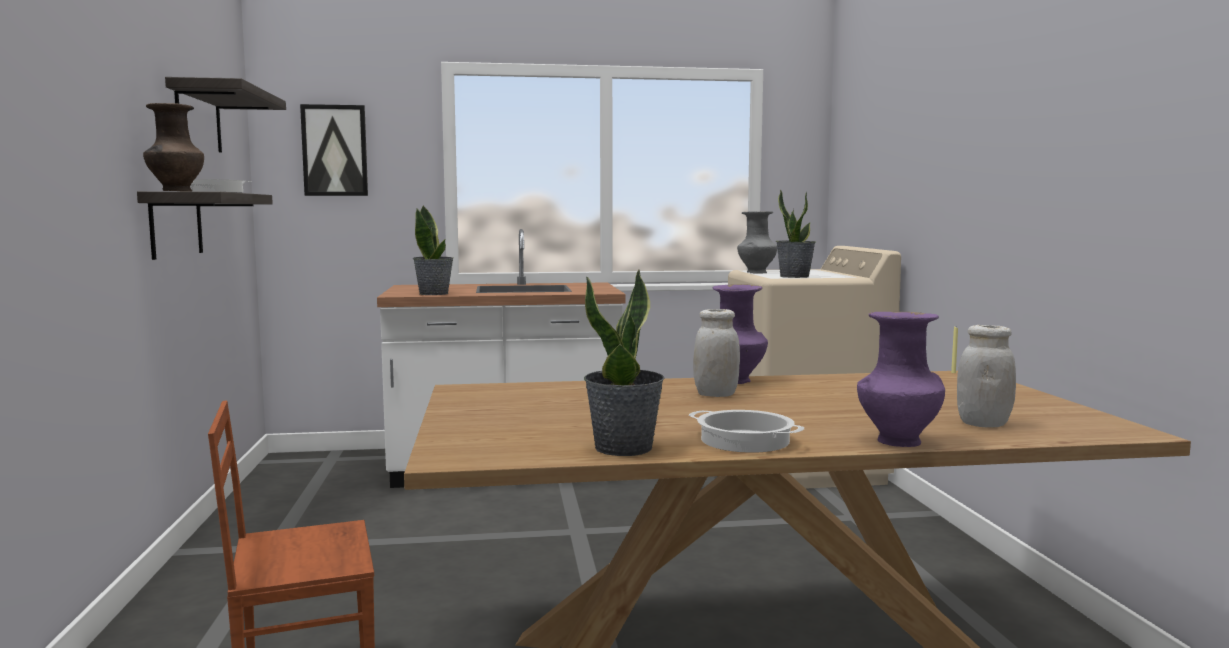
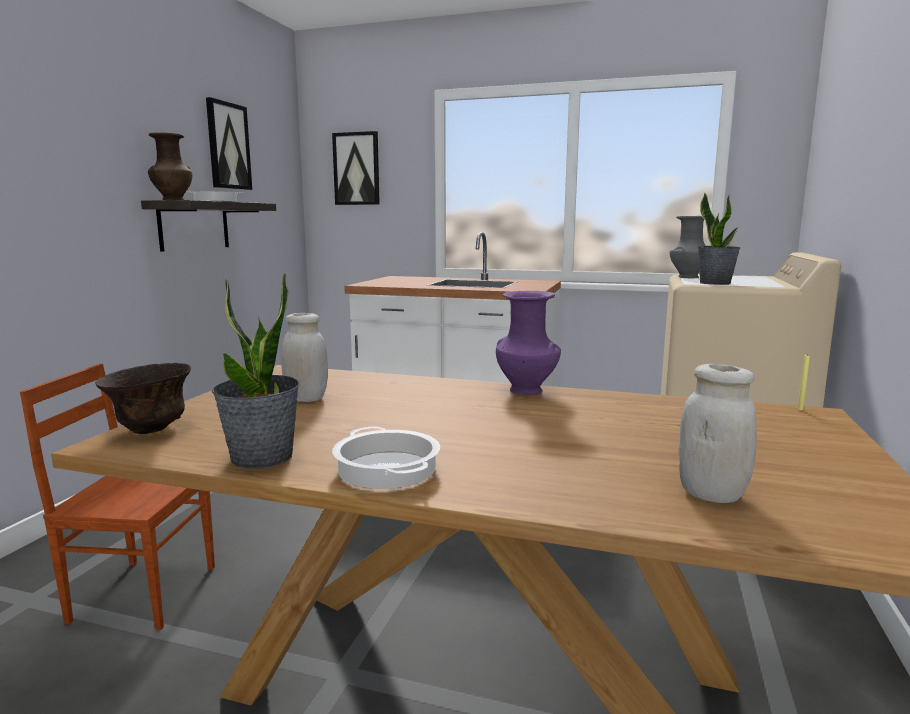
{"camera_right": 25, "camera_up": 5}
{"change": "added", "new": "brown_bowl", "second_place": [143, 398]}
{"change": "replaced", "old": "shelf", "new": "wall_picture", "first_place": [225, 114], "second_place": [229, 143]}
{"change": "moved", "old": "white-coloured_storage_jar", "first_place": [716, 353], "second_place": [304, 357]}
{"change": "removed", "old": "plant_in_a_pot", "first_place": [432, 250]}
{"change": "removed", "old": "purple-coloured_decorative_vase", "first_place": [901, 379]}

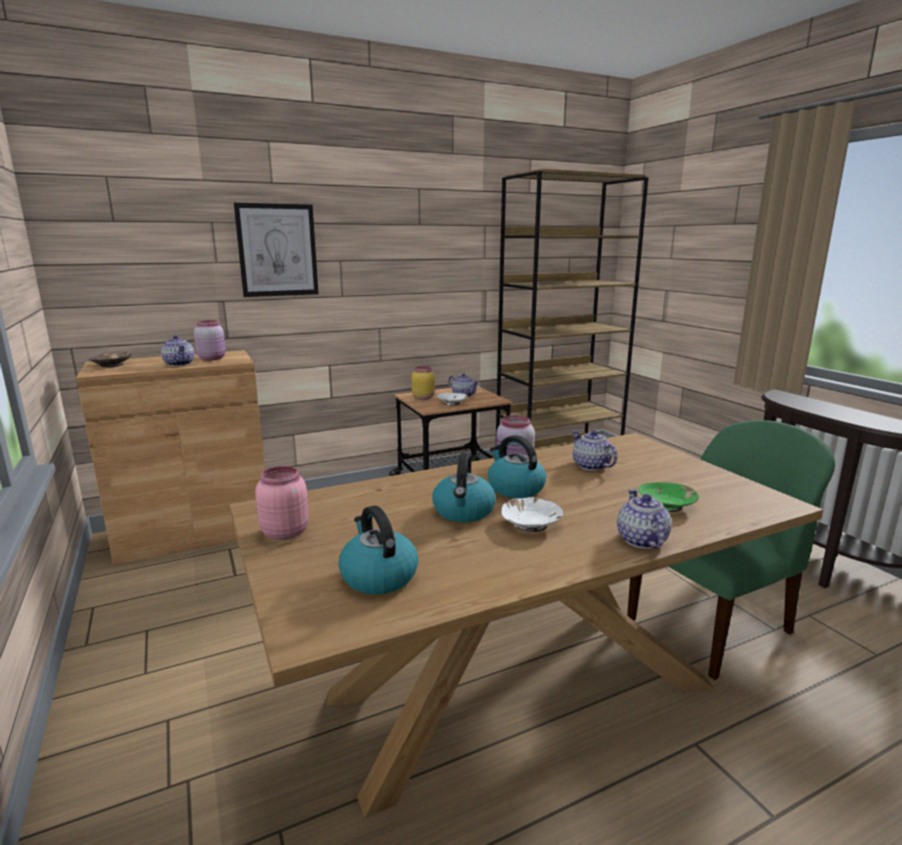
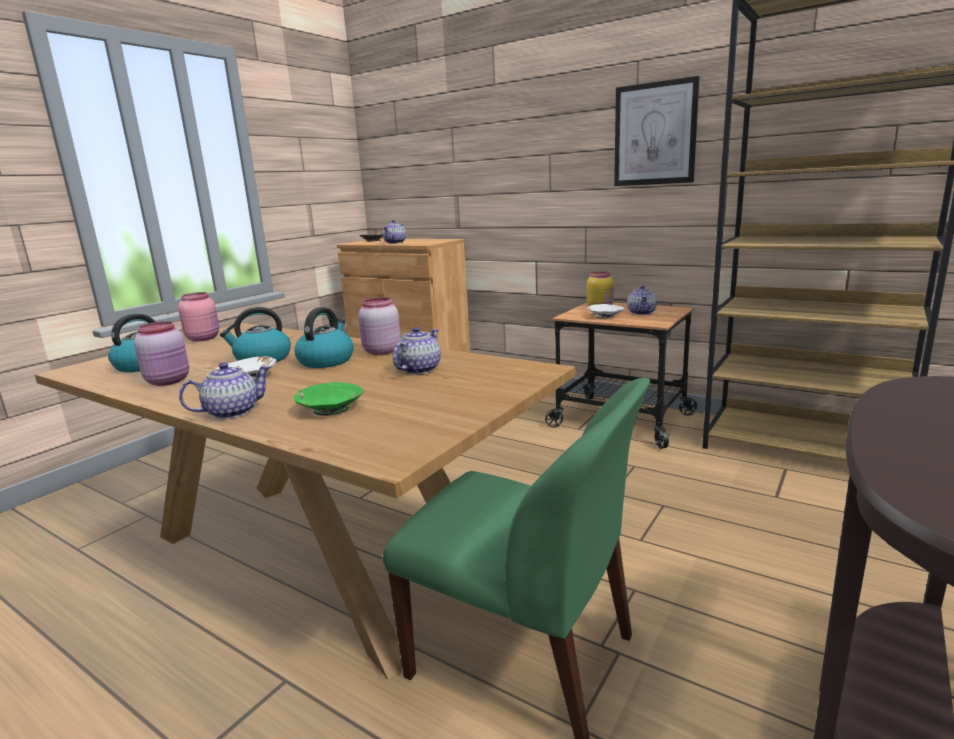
{"camera_right": 60, "camera_up": 0}
{"change": "moved", "old": "pink-coloured_storage_jar", "first_place": [210, 340], "second_place": [161, 353]}
{"change": "moved", "old": "wall_picture", "first_place": [276, 250], "second_place": [657, 131]}

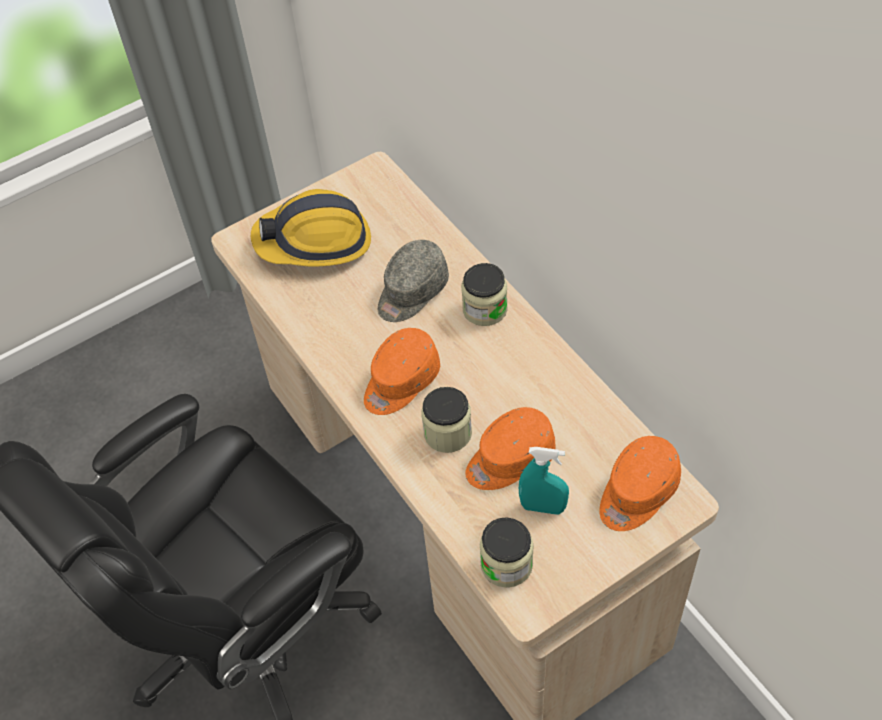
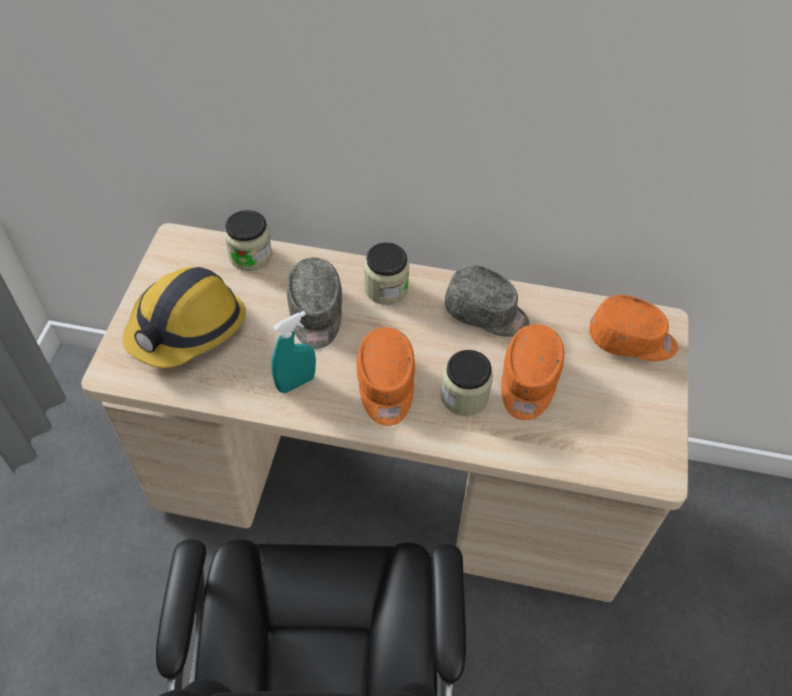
{"camera_right": -50, "camera_up": 0}
{"change": "moved", "old": "storage_jar", "first_place": [507, 552], "second_place": [248, 240]}
{"change": "moved", "old": "blue-green_spray_bottle", "first_place": [544, 481], "second_place": [293, 352]}
{"change": "added", "new": "grey_baseball_cap", "second_place": [487, 301]}
{"change": "turned", "old": "orange_baseball_cap", "first_place": [640, 483], "second_place": [633, 328], "degrees": -75}

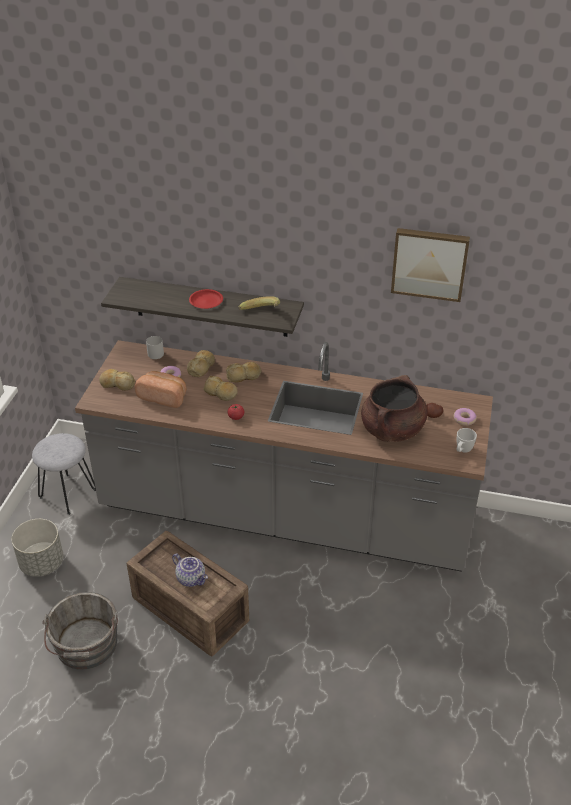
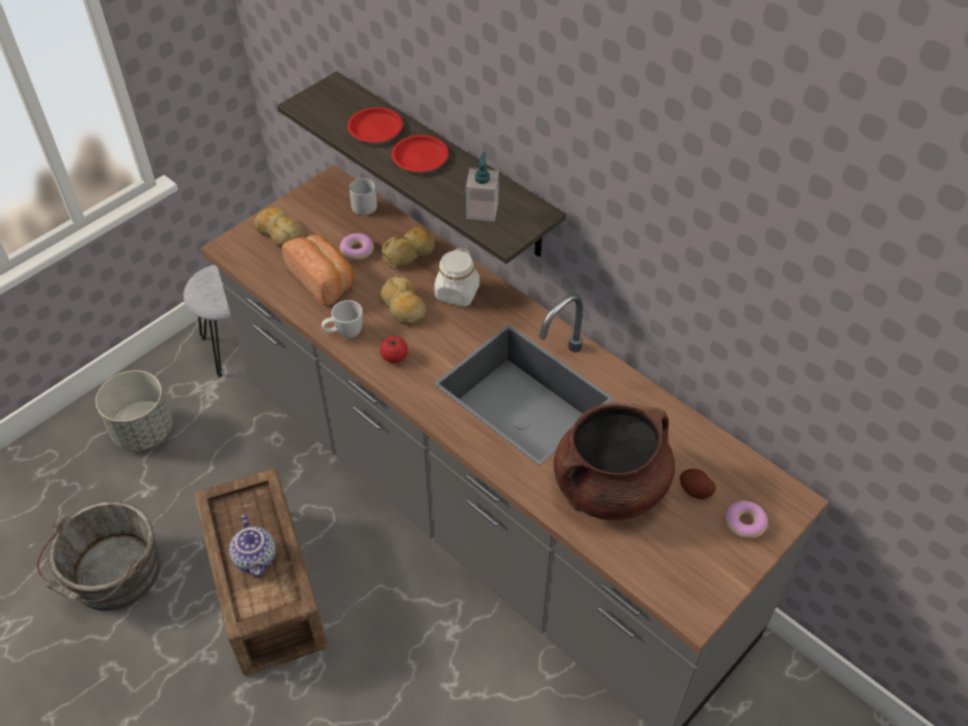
{"camera_right": 30, "camera_up": 10}
{"change": "moved", "old": "white-coloured_tea_mug", "first_place": [466, 440], "second_place": [342, 319]}
{"change": "added", "new": "reddish_flat_dish", "second_place": [375, 124]}
{"change": "replaced", "old": "bread", "new": "white-coloured_storage_jar", "first_place": [243, 372], "second_place": [457, 277]}
{"change": "replaced", "old": "banana", "new": "liquid_soap_bottle", "first_place": [259, 303], "second_place": [482, 186]}
{"change": "removed", "old": "wall_picture", "first_place": [430, 265]}

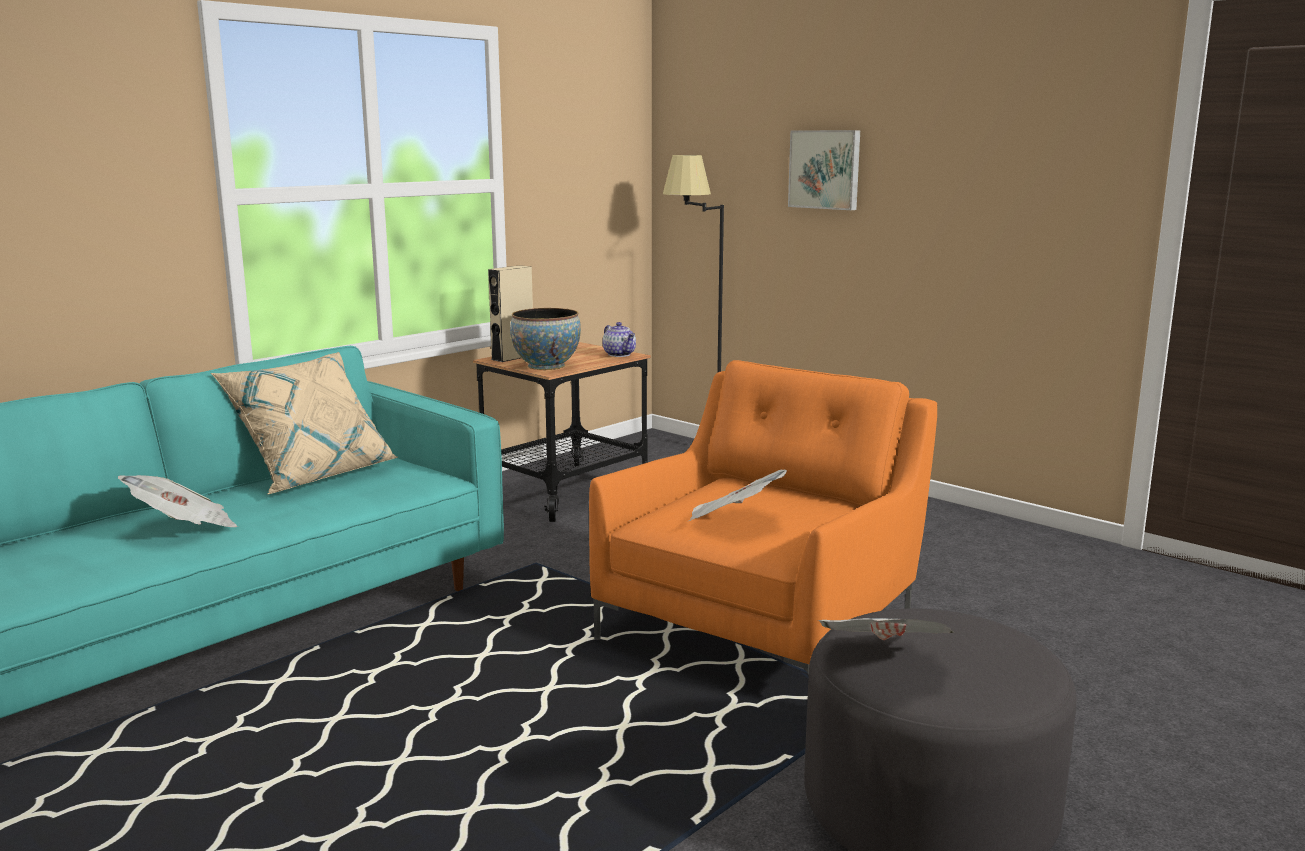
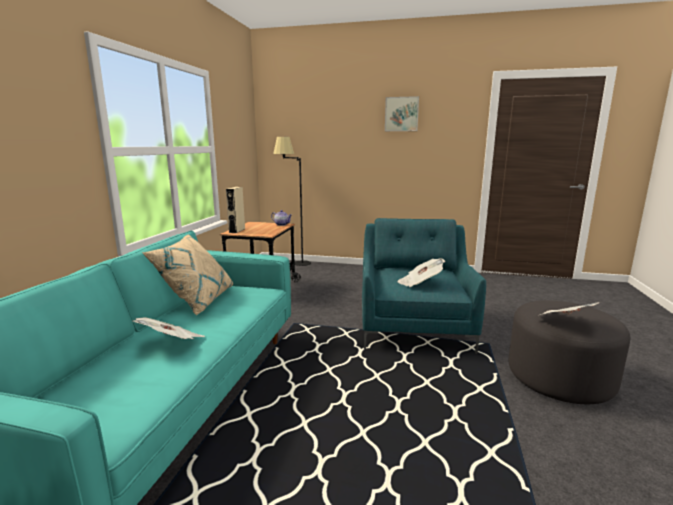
{"camera_right": -30, "camera_up": 0}
{"change": "recoloured", "old": "orange_lounge_chair", "new": "blue-green_lounge_chair", "first_place": [763, 517], "second_place": [424, 286]}
{"change": "moved", "old": "wall_picture", "first_place": [824, 170], "second_place": [402, 113]}
{"change": "removed", "old": "bowl", "first_place": [545, 339]}

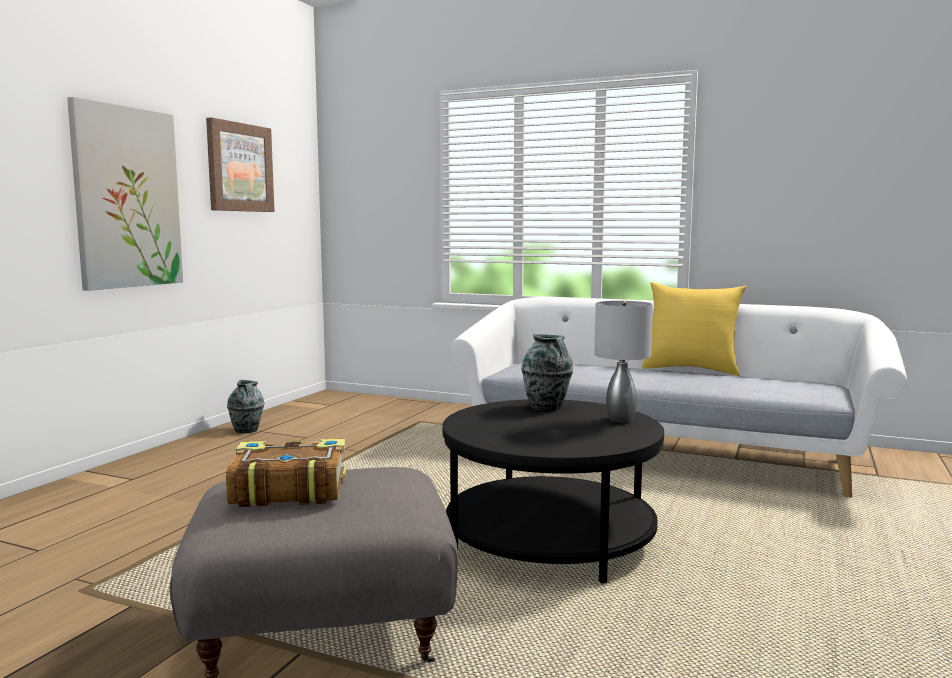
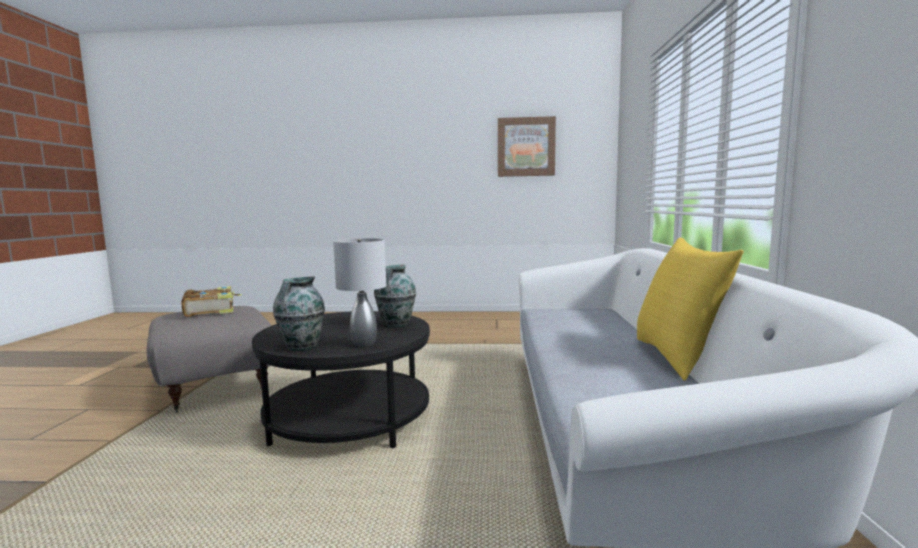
{"camera_right": 70, "camera_up": 0}
{"change": "moved", "old": "decorative_vase", "first_place": [245, 406], "second_place": [299, 313]}
{"change": "removed", "old": "wall_picture", "first_place": [125, 194]}

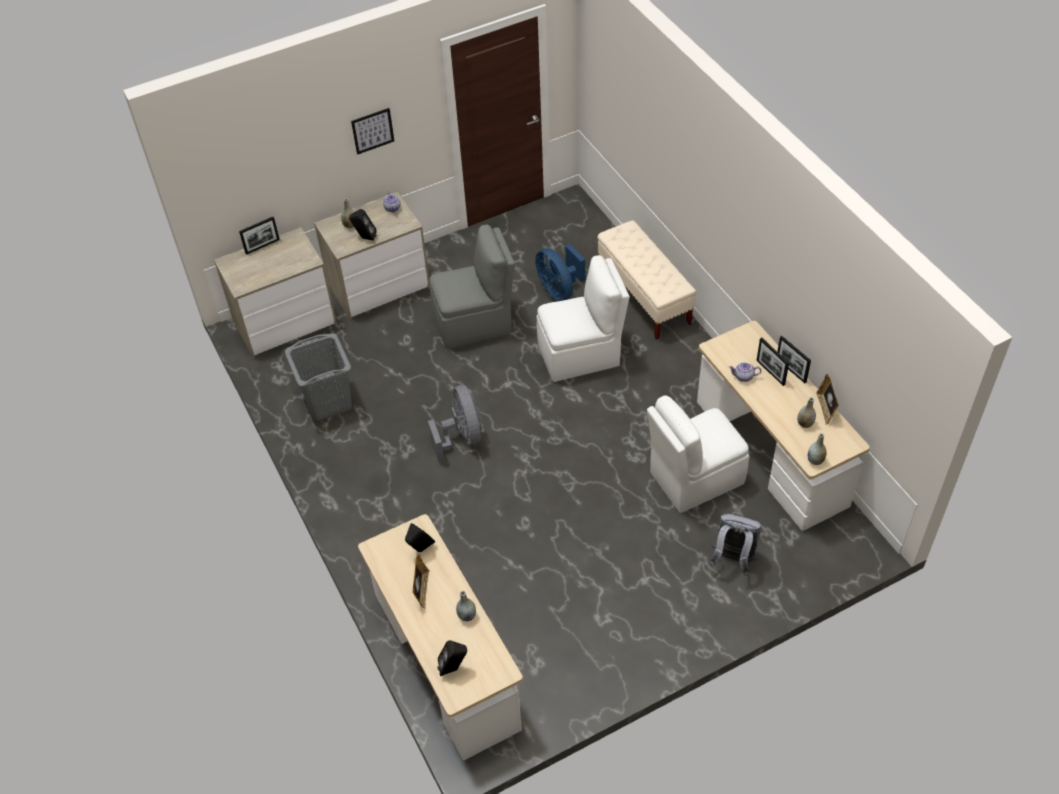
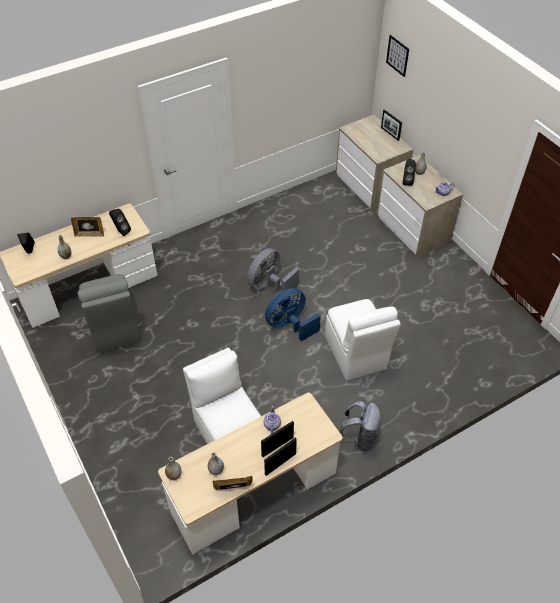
{"camera_right": 85, "camera_up": 0}
{"change": "moved", "old": "grey_upright_chair", "first_place": [472, 286], "second_place": [109, 313]}
{"change": "turned", "old": "grey_fan", "first_place": [455, 424], "second_place": [273, 269], "degrees": 150}
{"change": "moved", "old": "blue_fan", "first_place": [560, 272], "second_place": [293, 314]}
{"change": "moved", "old": "grey_rucksack", "first_place": [735, 545], "second_place": [361, 426]}
{"change": "moved", "old": "wall_picture", "first_place": [372, 131], "second_place": [397, 56]}
{"change": "removed", "old": "grey_hamper", "first_place": [318, 377]}
{"change": "removed", "old": "sand-coloured_indoor_bench", "first_place": [646, 280]}

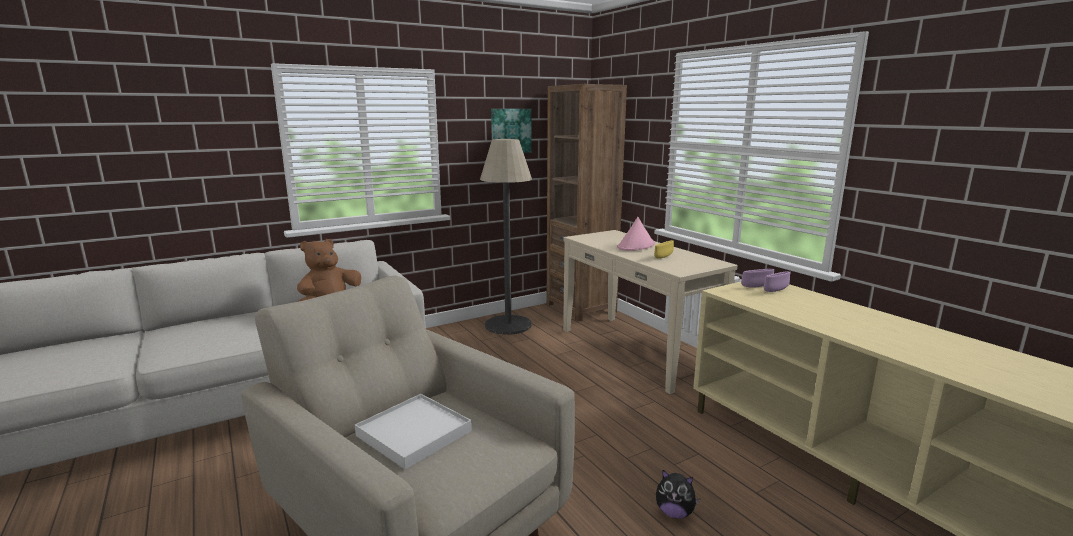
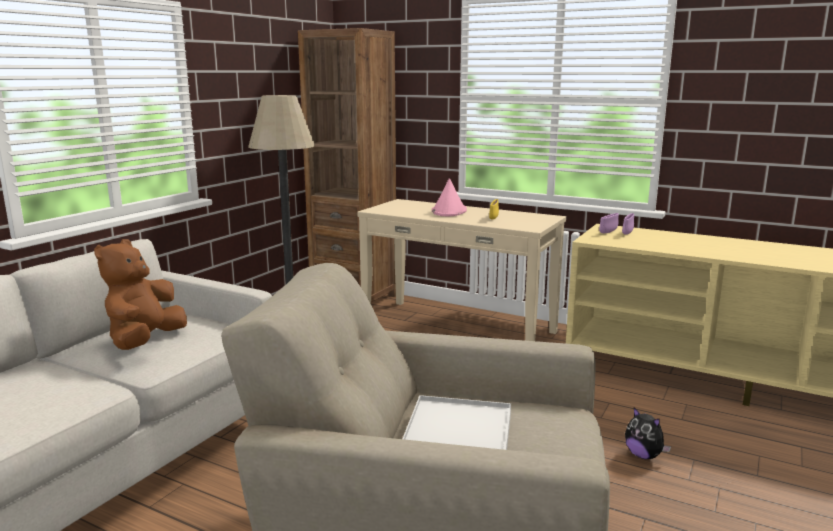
{"camera_right": -30, "camera_up": 0}
{"change": "turned", "old": "soft_toy", "first_place": [678, 494], "second_place": [648, 433], "degrees": 60}
{"change": "removed", "old": "wall_picture", "first_place": [511, 131]}

